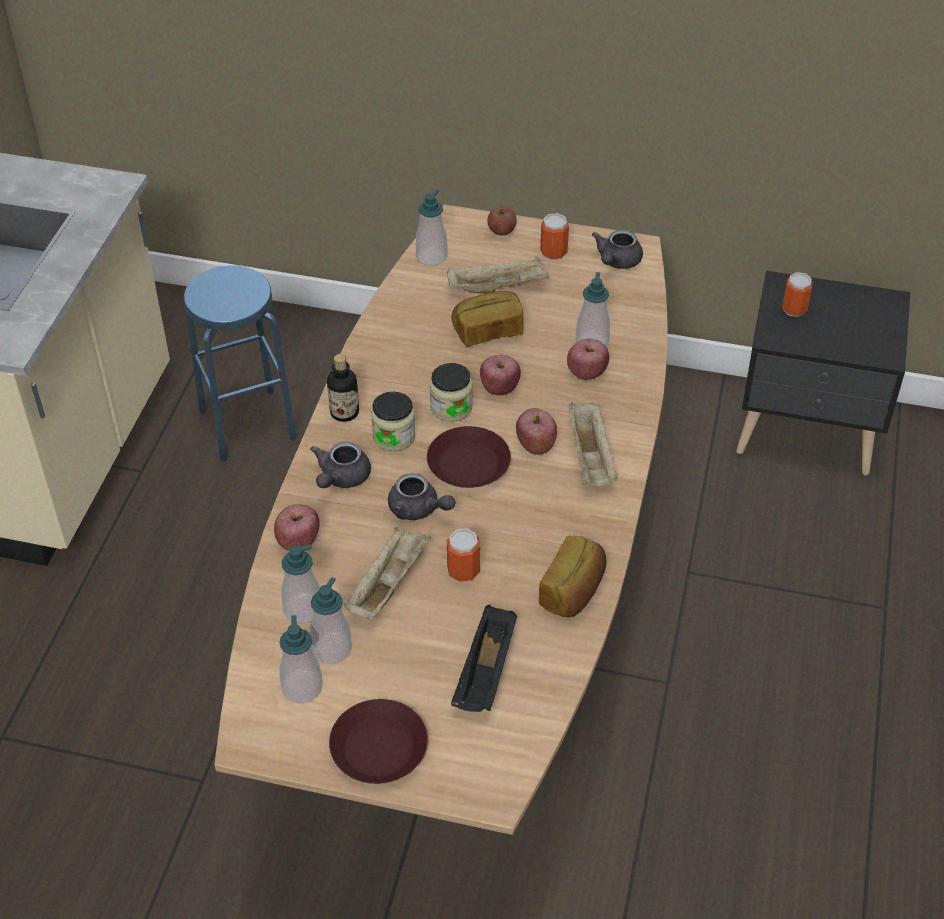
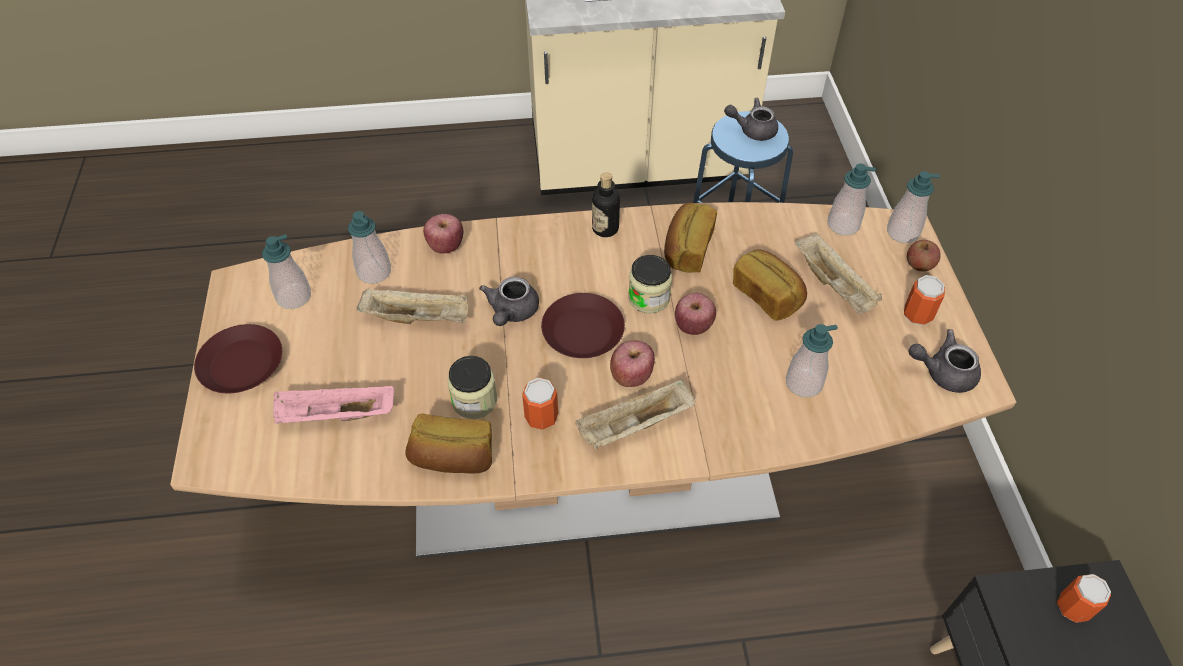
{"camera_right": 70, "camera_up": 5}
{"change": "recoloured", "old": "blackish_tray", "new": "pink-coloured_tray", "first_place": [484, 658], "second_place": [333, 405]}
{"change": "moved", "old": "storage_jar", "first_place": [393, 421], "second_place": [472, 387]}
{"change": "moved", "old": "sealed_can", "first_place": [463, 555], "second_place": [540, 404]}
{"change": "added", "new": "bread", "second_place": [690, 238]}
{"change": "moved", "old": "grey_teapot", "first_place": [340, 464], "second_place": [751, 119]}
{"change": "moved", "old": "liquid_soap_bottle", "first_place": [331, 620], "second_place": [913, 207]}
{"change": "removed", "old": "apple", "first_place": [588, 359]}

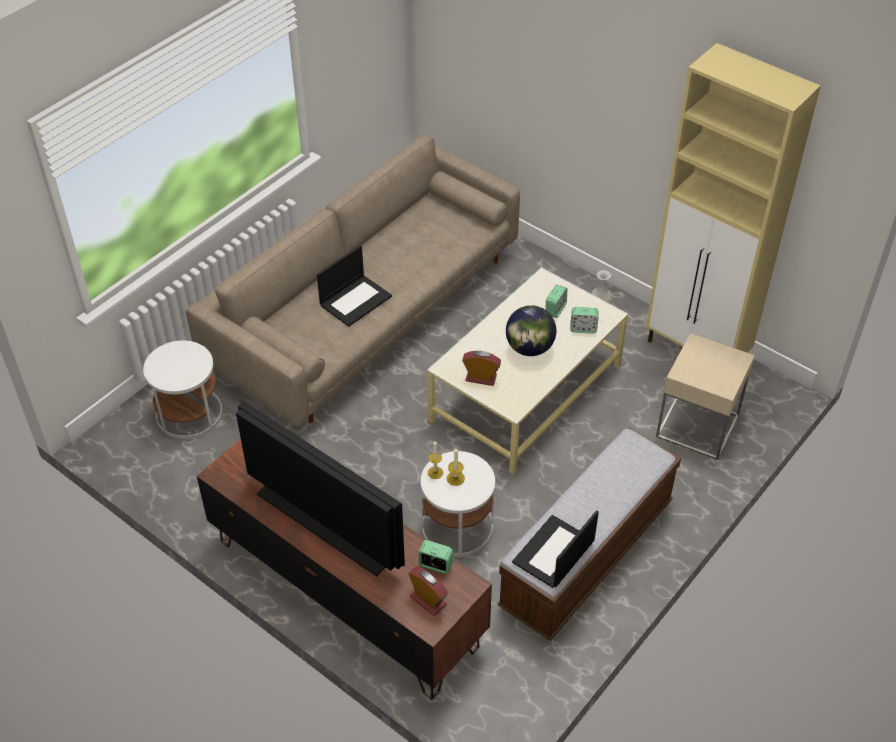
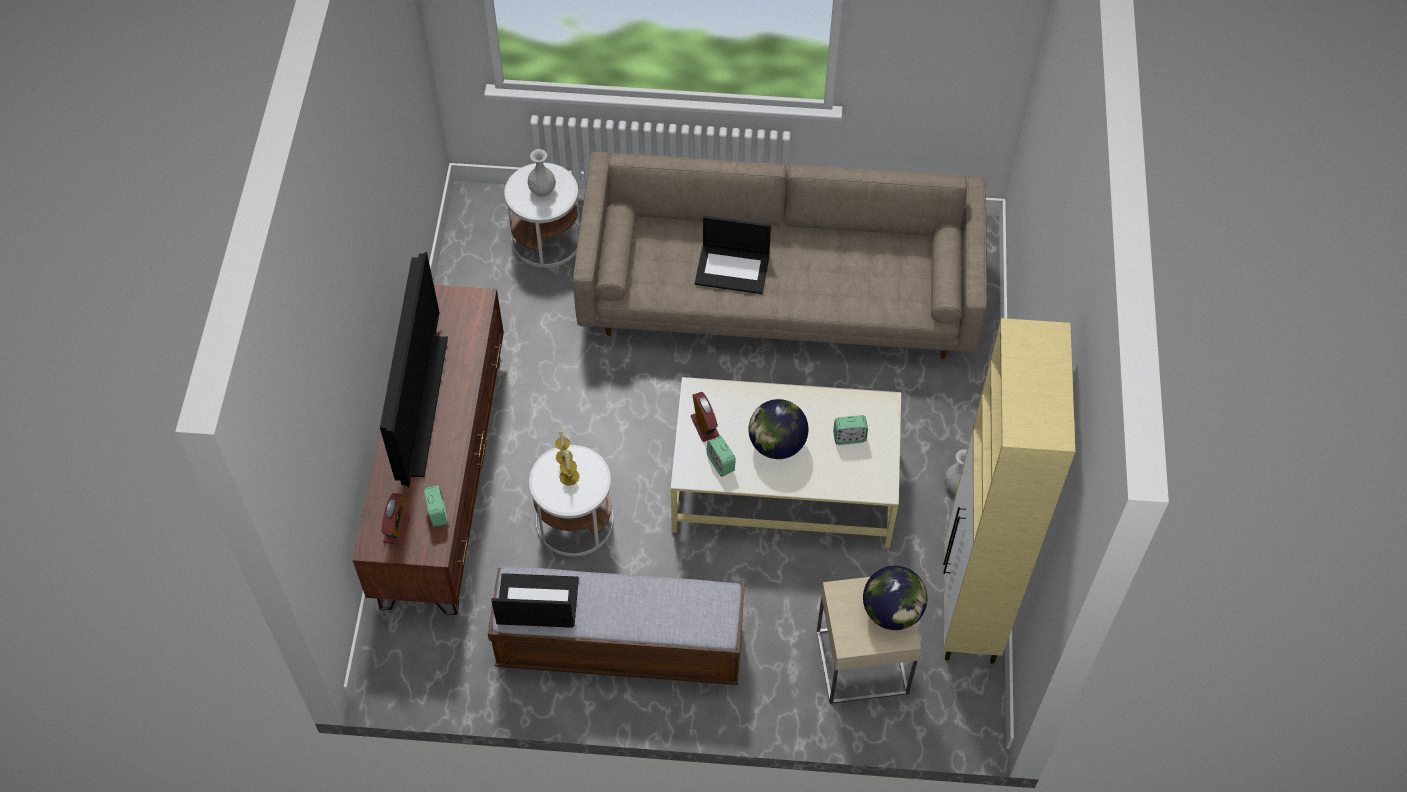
{"camera_right": 55, "camera_up": 10}
{"change": "added", "new": "white-coloured_decorative_vase", "second_place": [542, 173]}
{"change": "moved", "old": "bedside_clock", "first_place": [584, 320], "second_place": [721, 456]}
{"change": "added", "new": "globe", "second_place": [895, 598]}

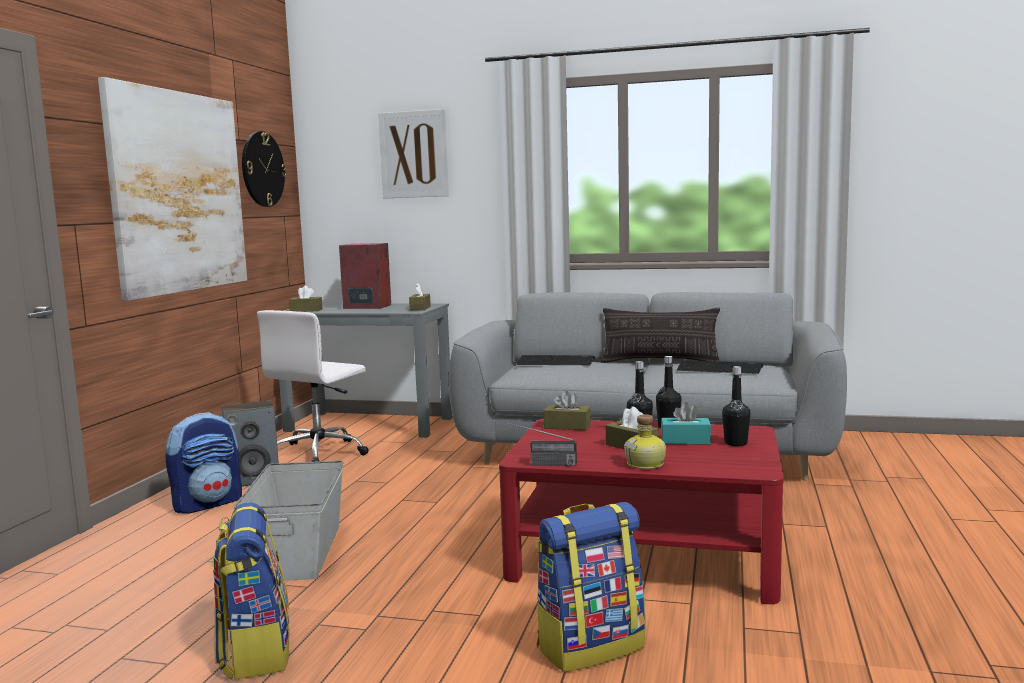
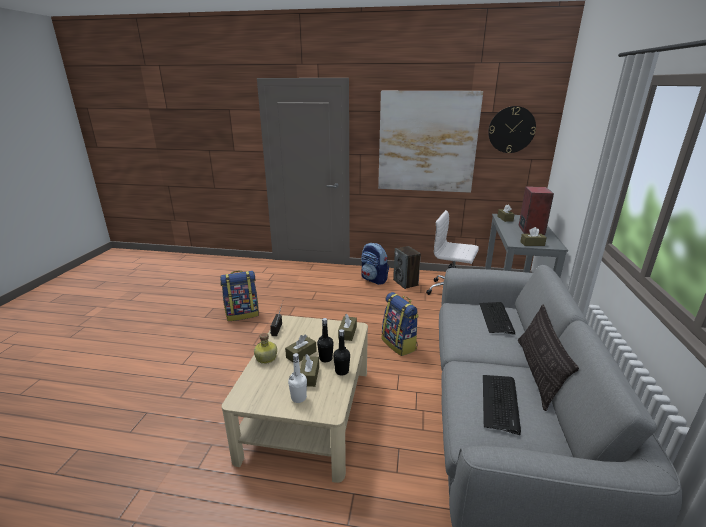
{"camera_right": 85, "camera_up": 15}
{"change": "recoloured", "old": "reddish_low_table", "new": "sand-coloured_low_table", "first_place": [641, 511], "second_place": [295, 399]}
{"change": "recoloured", "old": "blackish_beverage_bottle", "new": "white-coloured_beverage_bottle", "first_place": [736, 406], "second_place": [297, 378]}
{"change": "recoloured", "old": "blue-green_box_of_tissues", "new": "brown_box_of_tissues", "first_place": [686, 423], "second_place": [309, 370]}
{"change": "moved", "old": "rucksack", "first_place": [590, 587], "second_place": [400, 324]}
{"change": "removed", "old": "grey_storage_bin", "first_place": [289, 521]}
{"change": "removed", "old": "wall_picture", "first_place": [413, 153]}

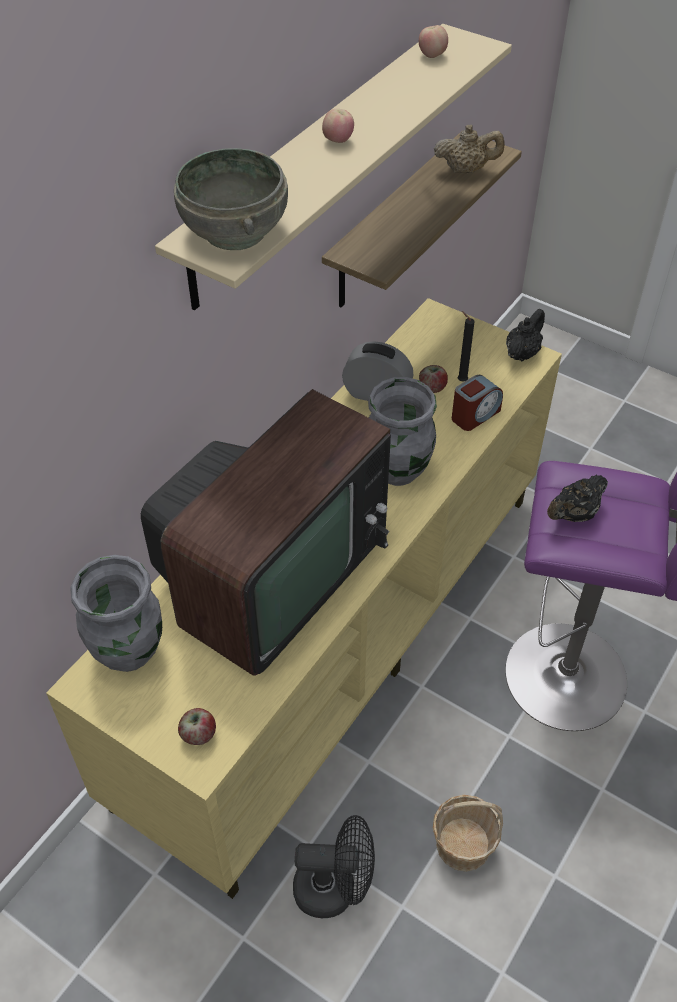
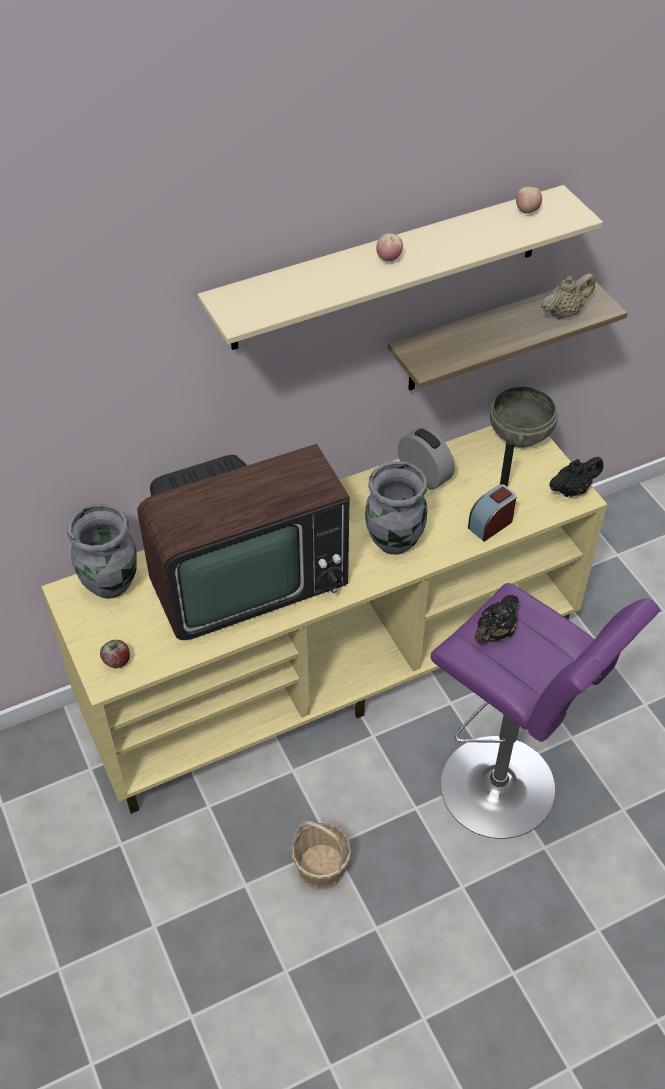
{"camera_right": 30, "camera_up": 0}
{"change": "turned", "old": "bedside_clock", "first_place": [477, 403], "second_place": [492, 513], "degrees": 150}
{"change": "turned", "old": "blackish_teapot", "first_place": [577, 498], "second_place": [496, 619], "degrees": -45}
{"change": "moved", "old": "grey_bowl", "first_place": [231, 199], "second_place": [524, 416]}
{"change": "turned", "old": "sand-coloured_teapot", "first_place": [469, 149], "second_place": [568, 296], "degrees": -60}
{"change": "removed", "old": "blackish_fan", "first_place": [334, 866]}
{"change": "removed", "old": "apple", "first_place": [433, 379]}

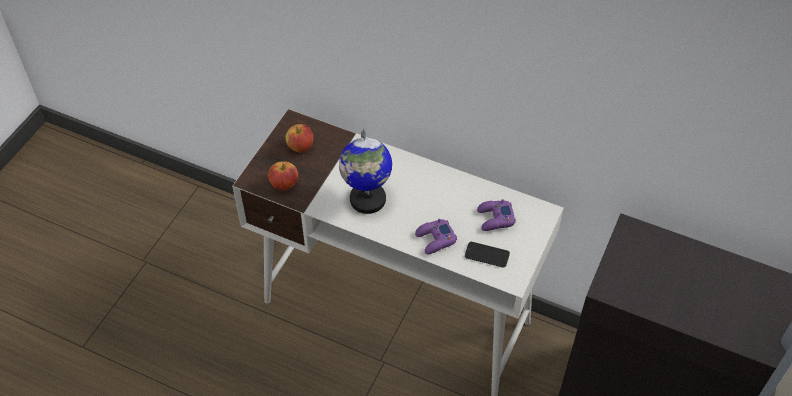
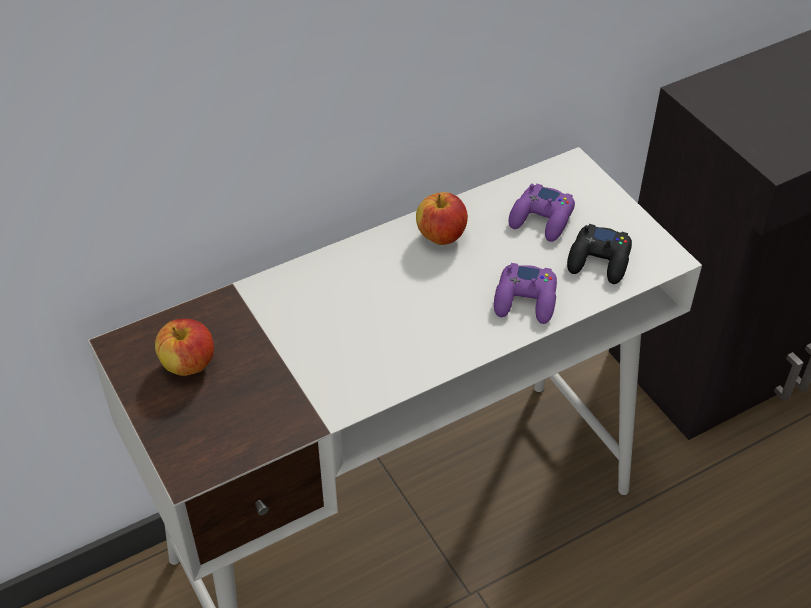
{"camera_right": -55, "camera_up": -5}
{"change": "moved", "old": "apple", "first_place": [283, 175], "second_place": [442, 218]}
{"change": "replaced", "old": "handset", "new": "blackish_game_controller", "first_place": [487, 255], "second_place": [599, 254]}
{"change": "removed", "old": "globe", "first_place": [365, 171]}

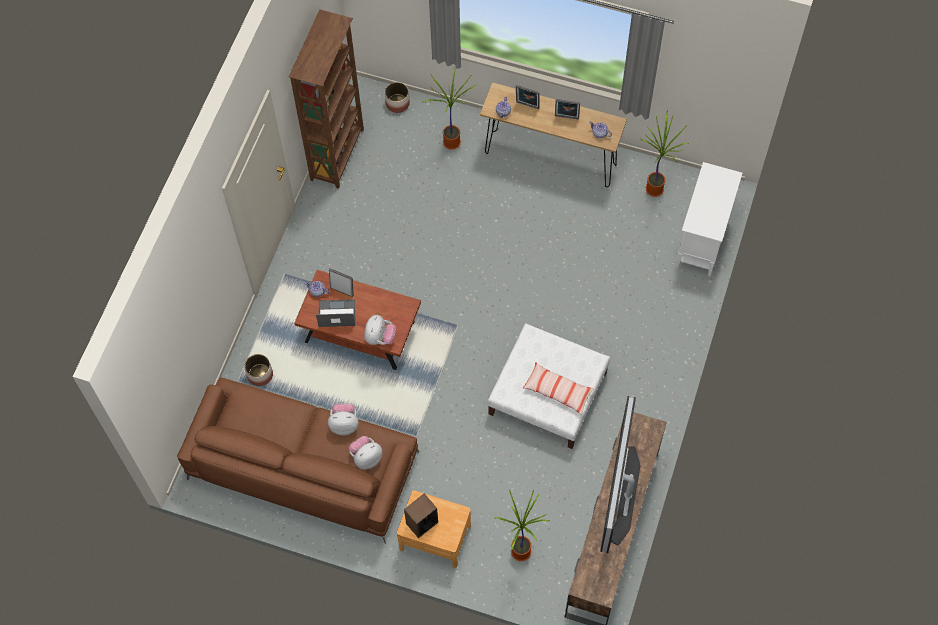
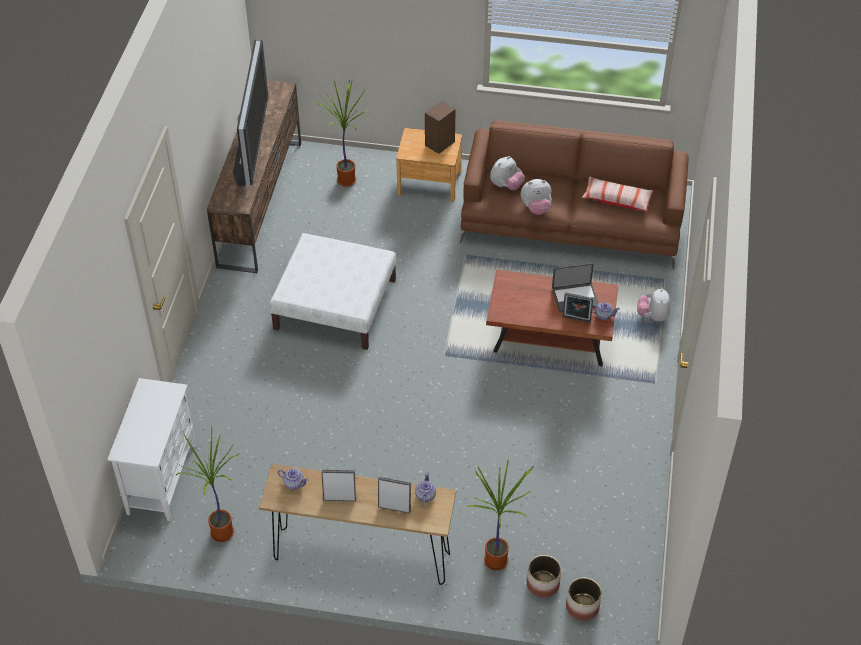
{"camera_right": 170, "camera_up": -15}
{"change": "moved", "old": "flower_pot", "first_place": [258, 370], "second_place": [544, 576]}
{"change": "moved", "old": "throw_pillow", "first_place": [559, 389], "second_place": [618, 194]}
{"change": "moved", "old": "soft_toy", "first_place": [380, 330], "second_place": [653, 304]}
{"change": "removed", "old": "brown_shelving_unit", "first_place": [326, 99]}

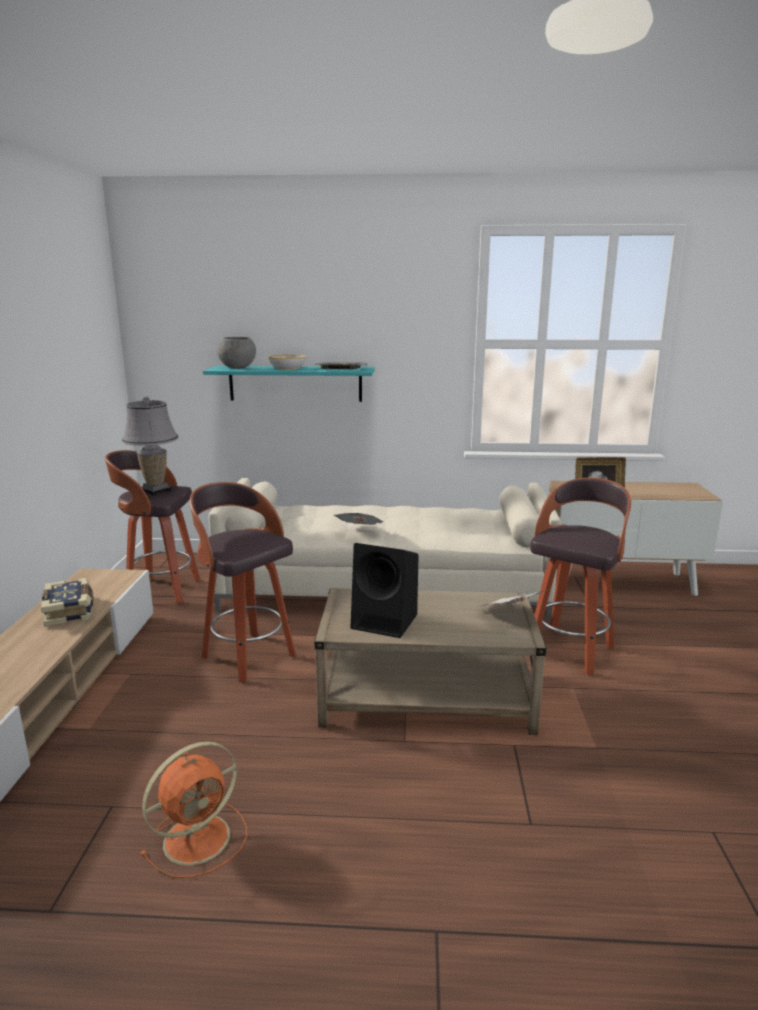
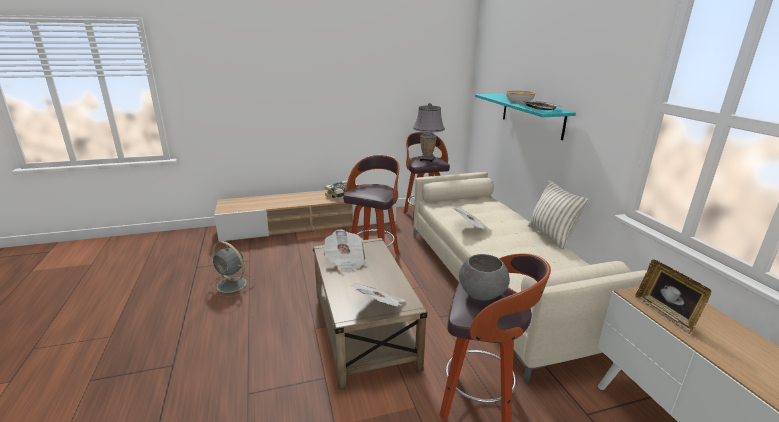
{"camera_right": 70, "camera_up": 5}
{"change": "recoloured", "old": "orange_fan", "new": "grey_fan", "first_place": [194, 809], "second_place": [233, 269]}
{"change": "replaced", "old": "blackish_speaker", "new": "newspaper", "first_place": [385, 590], "second_place": [344, 252]}
{"change": "moved", "old": "grey_bowl", "first_place": [236, 353], "second_place": [484, 277]}
{"change": "added", "new": "throw_pillow", "second_place": [558, 215]}

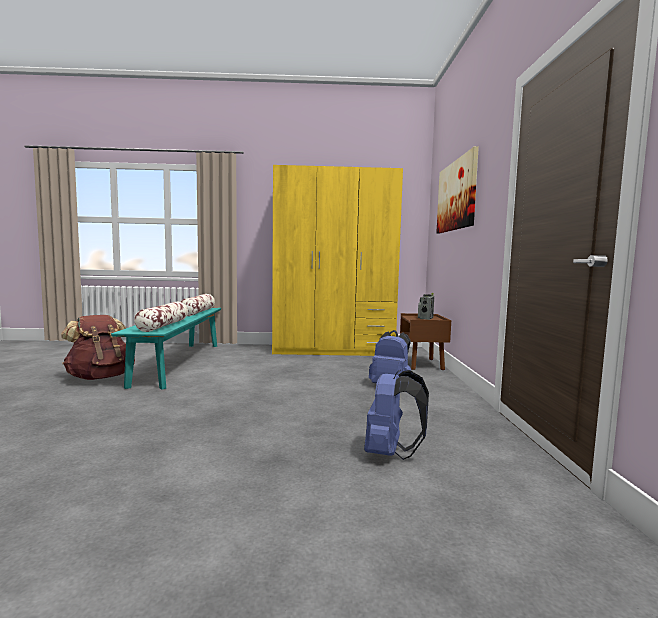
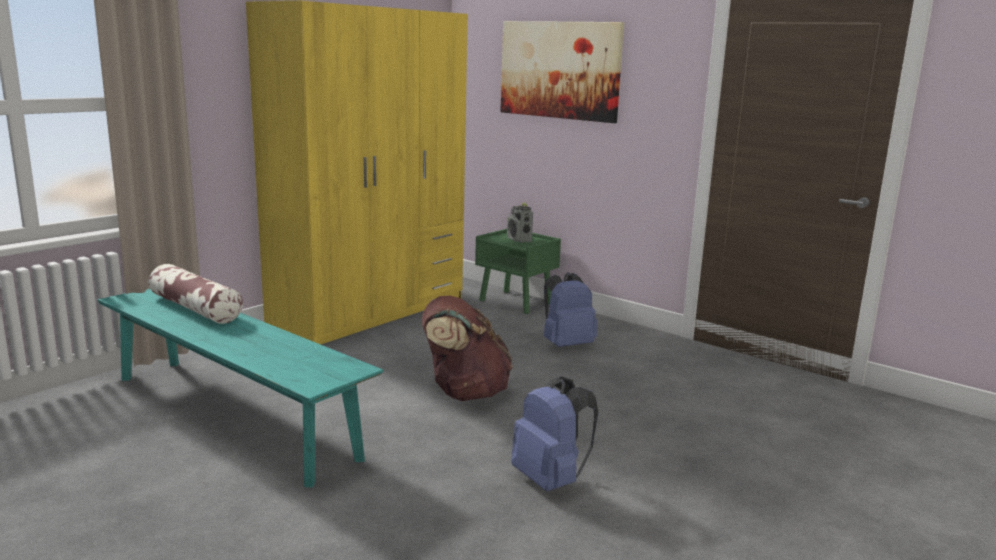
{"camera_right": -50, "camera_up": 10}
{"change": "moved", "old": "brown_rucksack", "first_place": [98, 347], "second_place": [467, 348]}
{"change": "recoloured", "old": "brown_nightstand", "new": "green_nightstand", "first_place": [425, 341], "second_place": [518, 271]}
{"change": "moved", "old": "blue_rucksack", "first_place": [396, 414], "second_place": [555, 434]}
{"change": "removed", "old": "throw_pillow", "first_place": [161, 317]}

